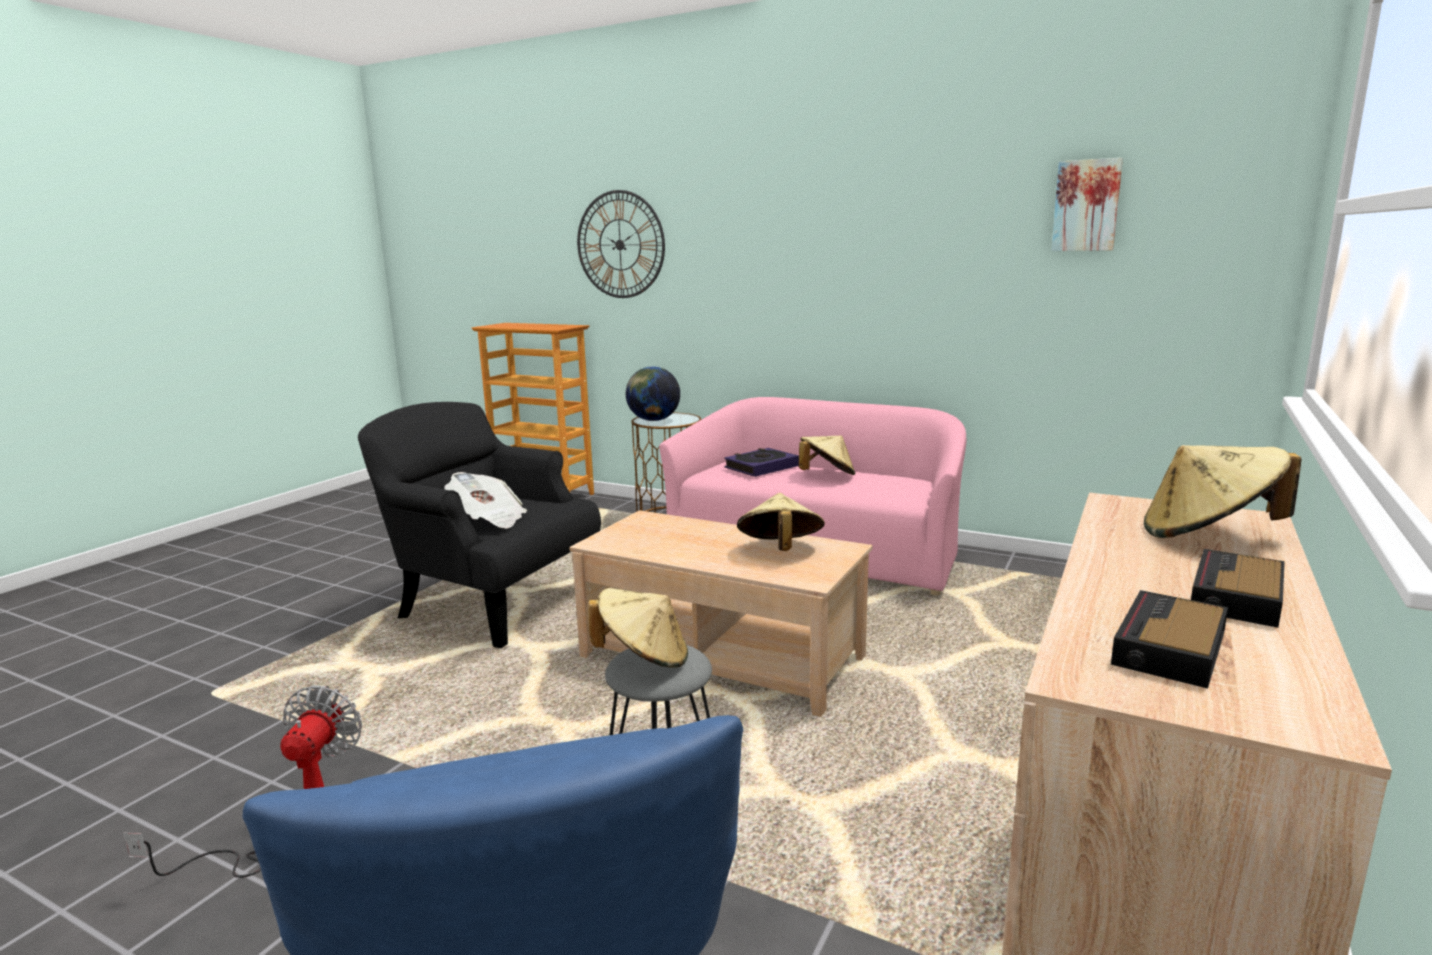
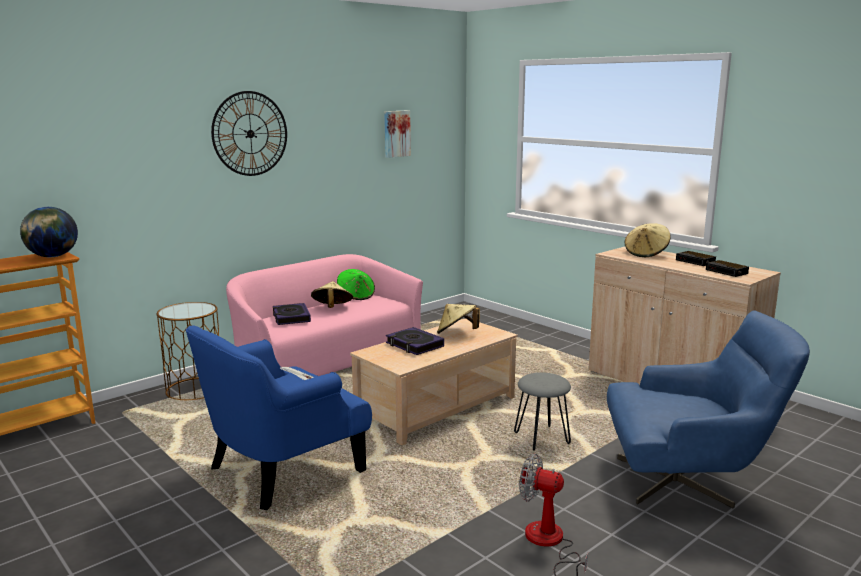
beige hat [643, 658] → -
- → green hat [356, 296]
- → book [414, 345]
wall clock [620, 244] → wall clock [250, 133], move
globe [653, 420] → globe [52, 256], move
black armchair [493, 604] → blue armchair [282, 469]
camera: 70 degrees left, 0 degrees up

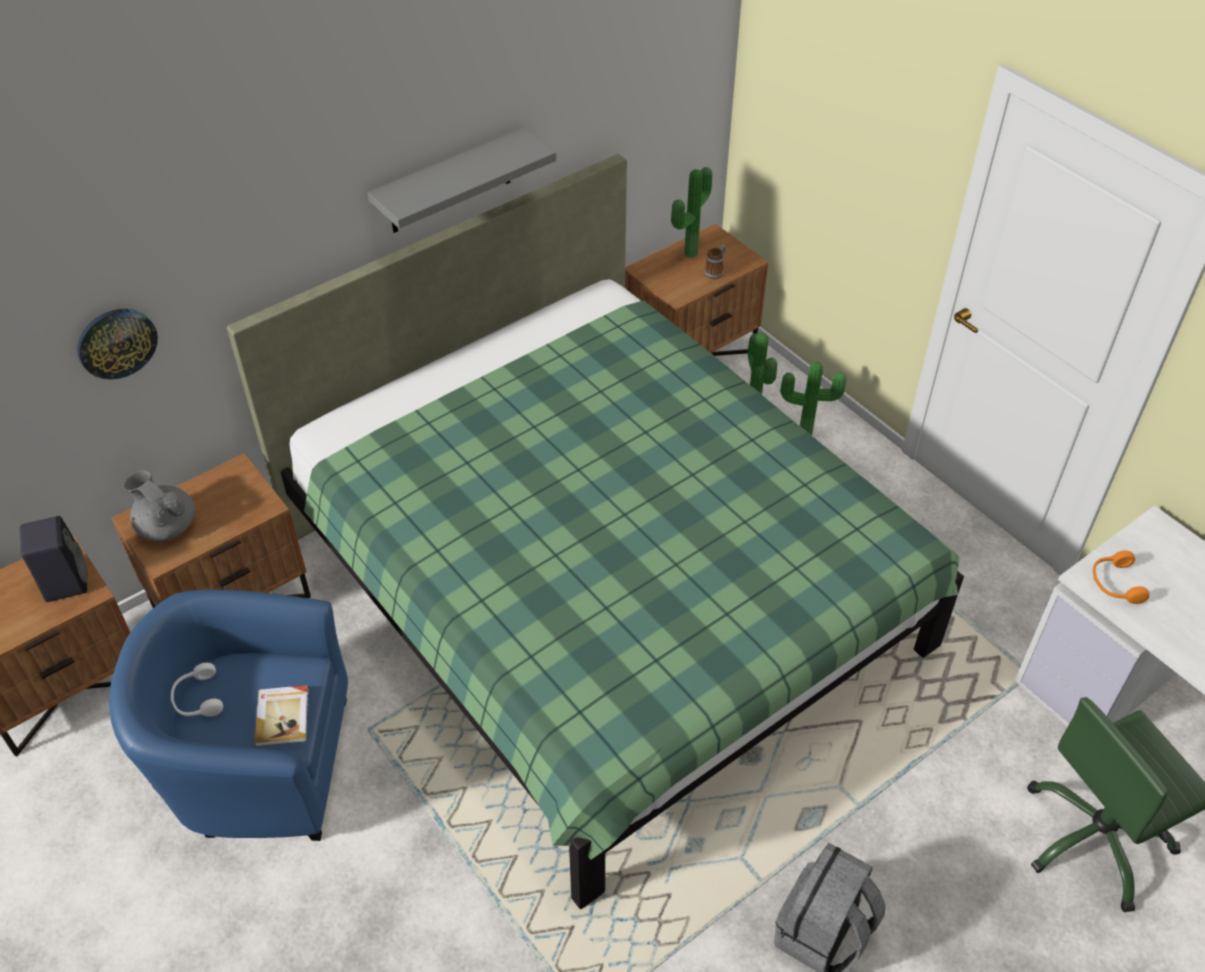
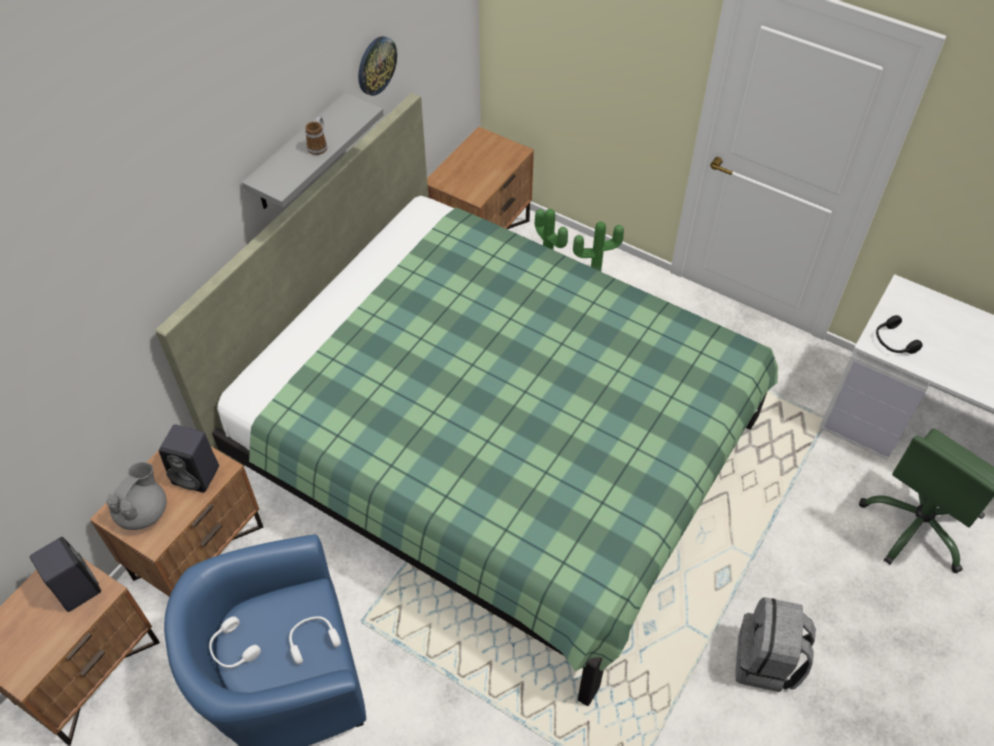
potted plant [688, 253] → -
- → black speaker [197, 475]
wall clock [116, 342] → wall clock [376, 65], move
mug [716, 271] → mug [319, 146], move
book [283, 716] → white headphones [313, 640]
orange headphones [1114, 583] → black headphones [893, 342]
grey teapot [167, 526] → grey teapot [143, 512], 90 degrees clockwise
camera: 20 degrees left, 5 degrees up

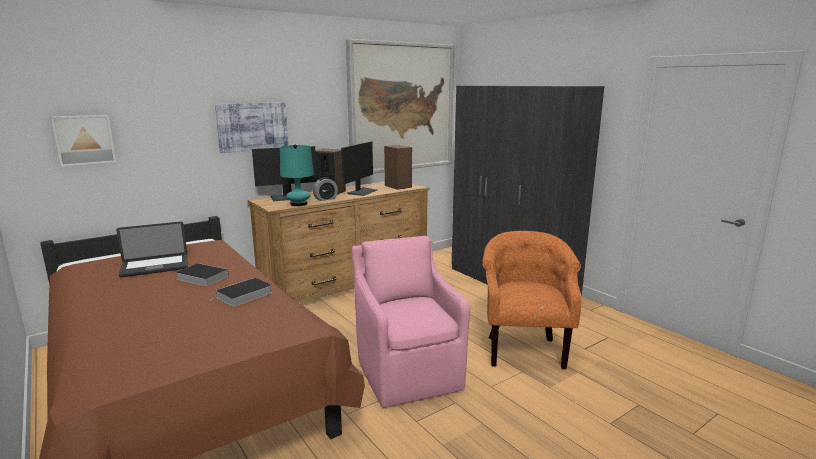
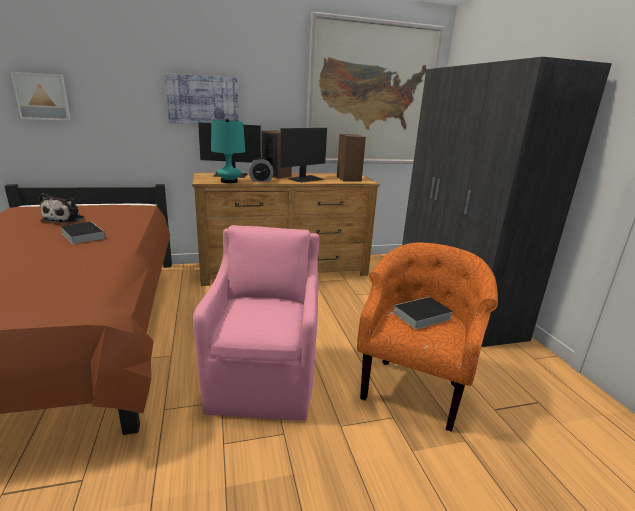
book [243, 295] → book [421, 316], move
laptop [155, 267] → plush toy [65, 219]
camera: 20 degrees right, 5 degrees up

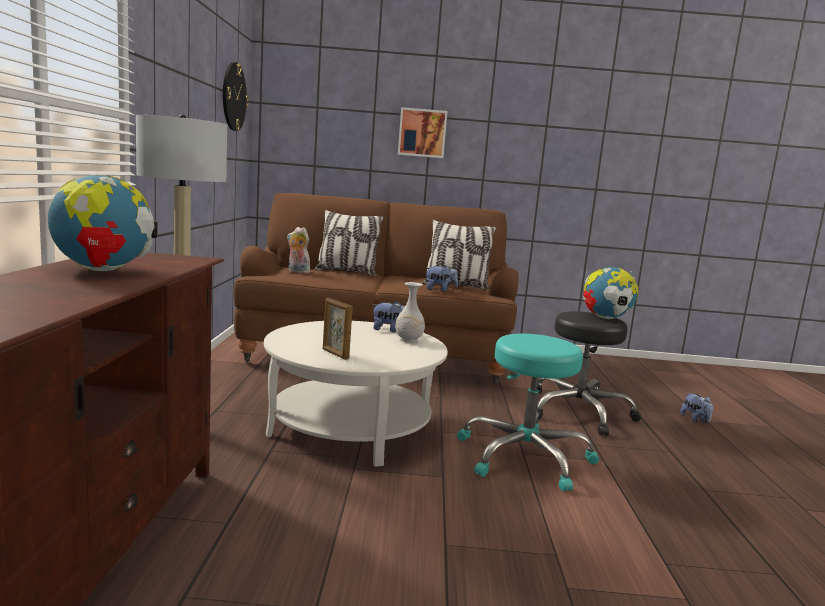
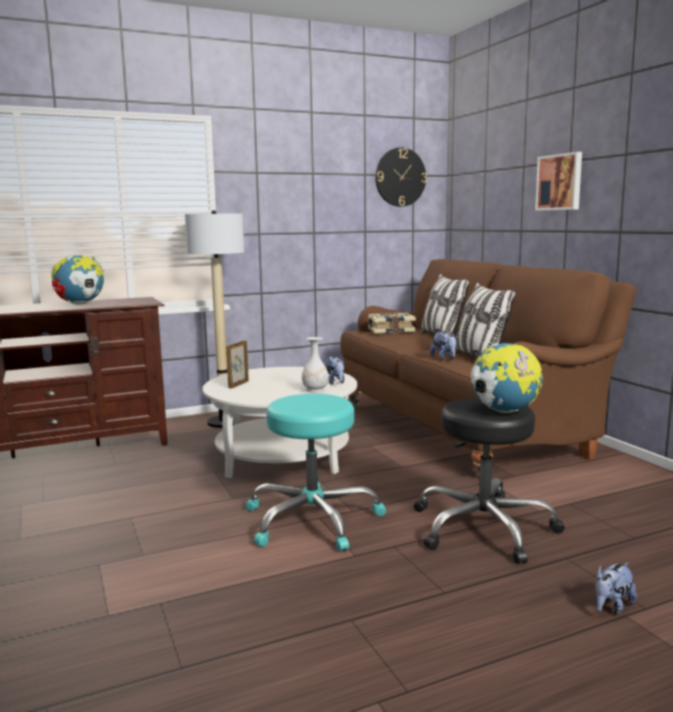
plush toy [297, 272] → book [391, 330]
camera: 65 degrees right, 0 degrees up

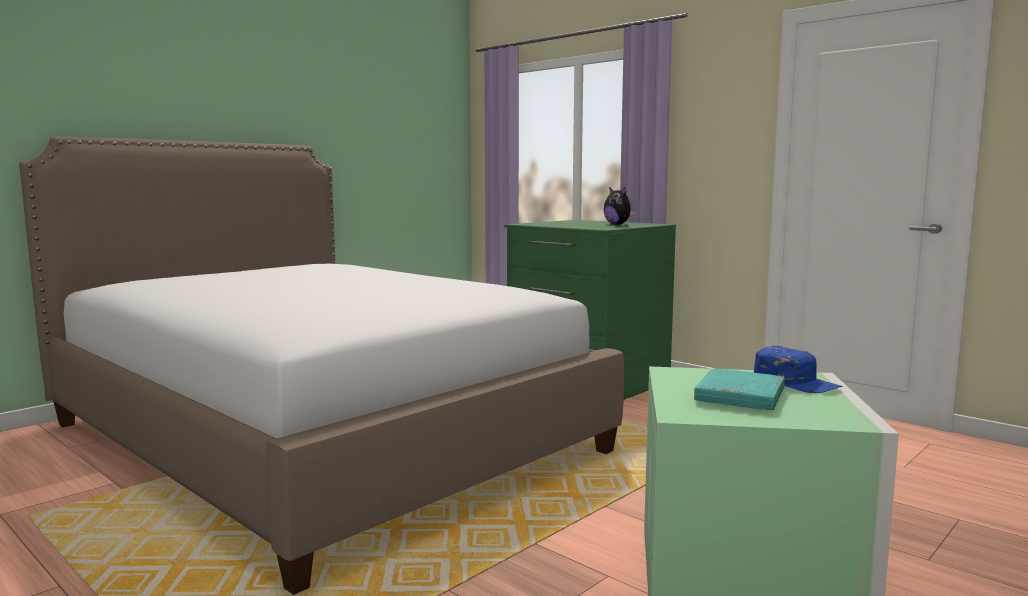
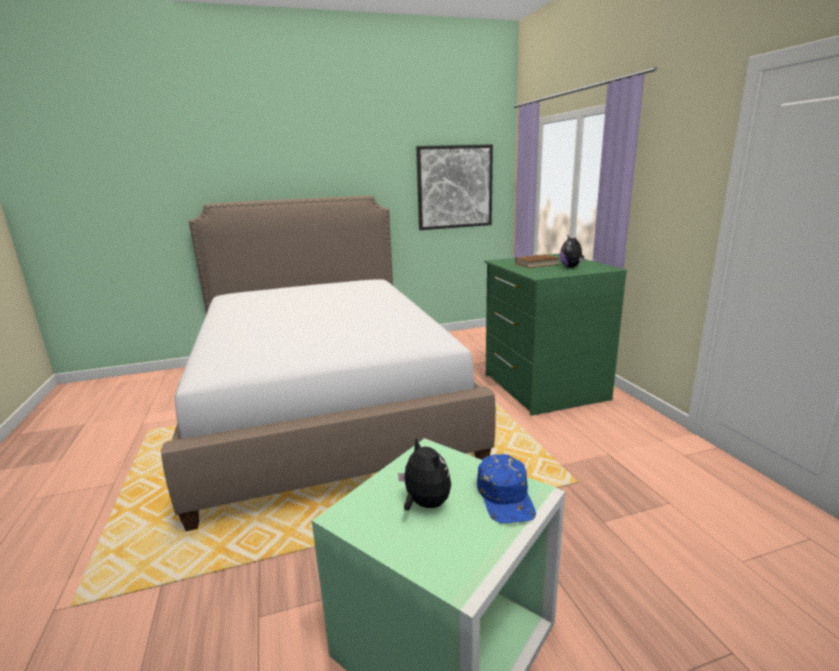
- → picture [454, 187]
- → brown book [536, 264]
turquoise book [739, 396] → plush toy [425, 504]
camera: 30 degrees right, 10 degrees up

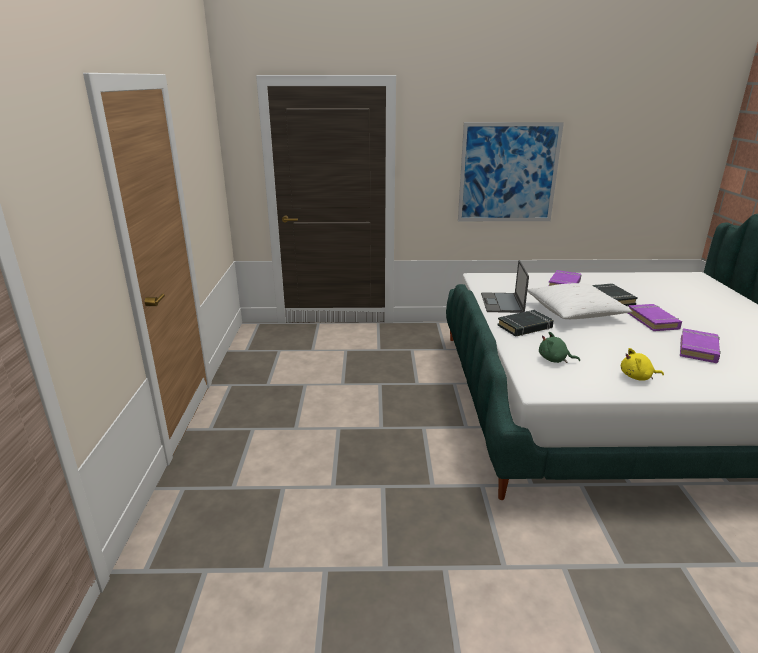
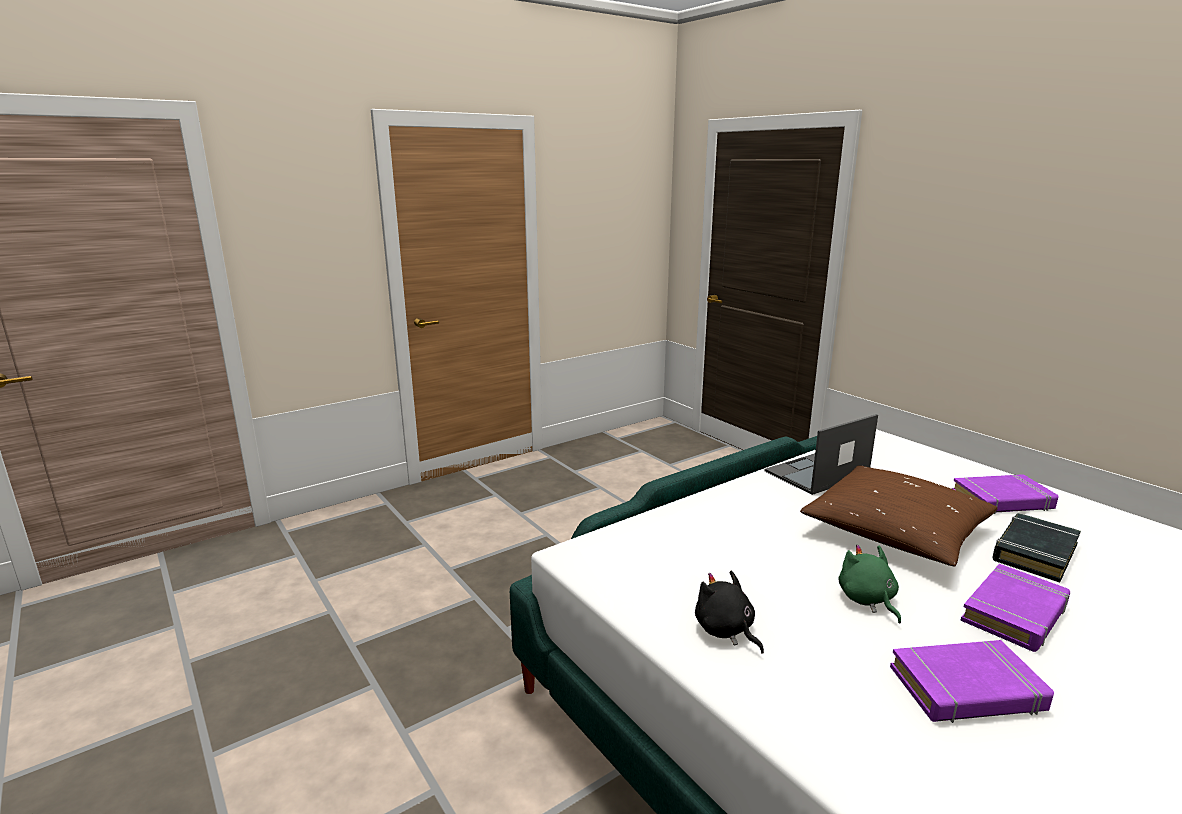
picture [508, 173] → -
black book [525, 327] → -
green plush toy [554, 360] → green plush toy [867, 600], move
white pillow [575, 312] → brown pillow [895, 531]
yellow plush toy [637, 377] → black plush toy [726, 630]
camera: 55 degrees right, 5 degrees down

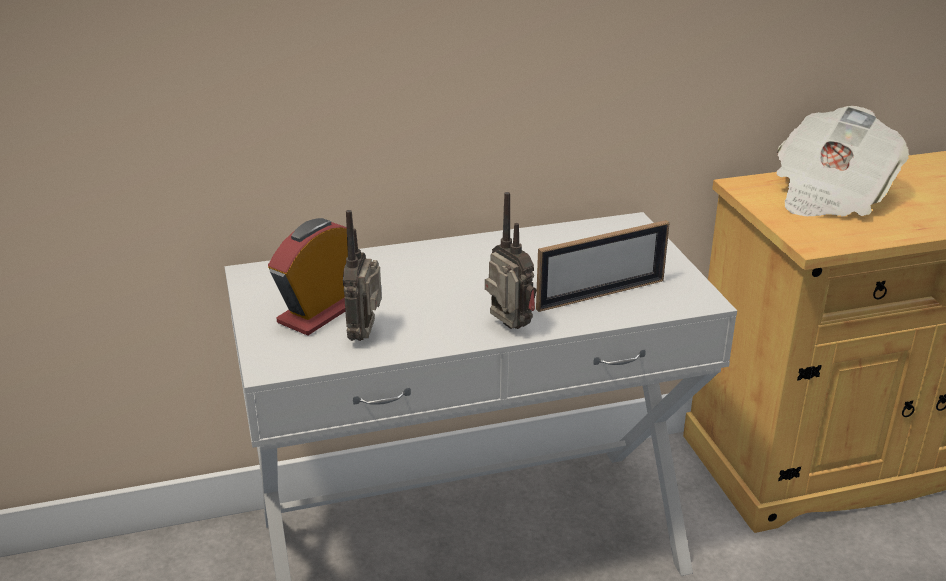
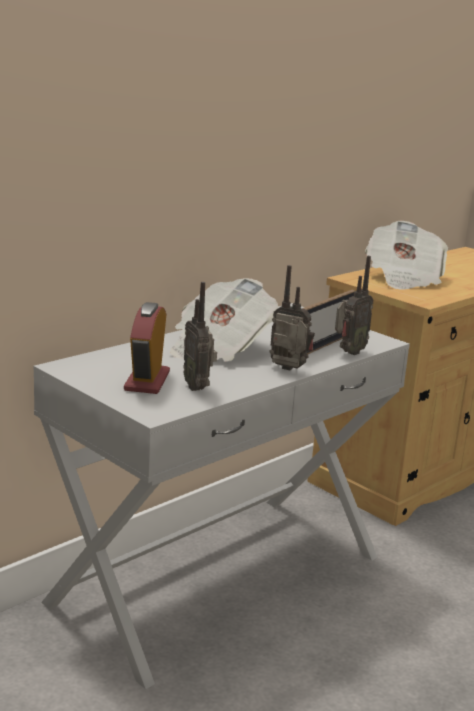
- → newspaper [219, 348]
- → radio [348, 352]
camera: 30 degrees left, 10 degrees down

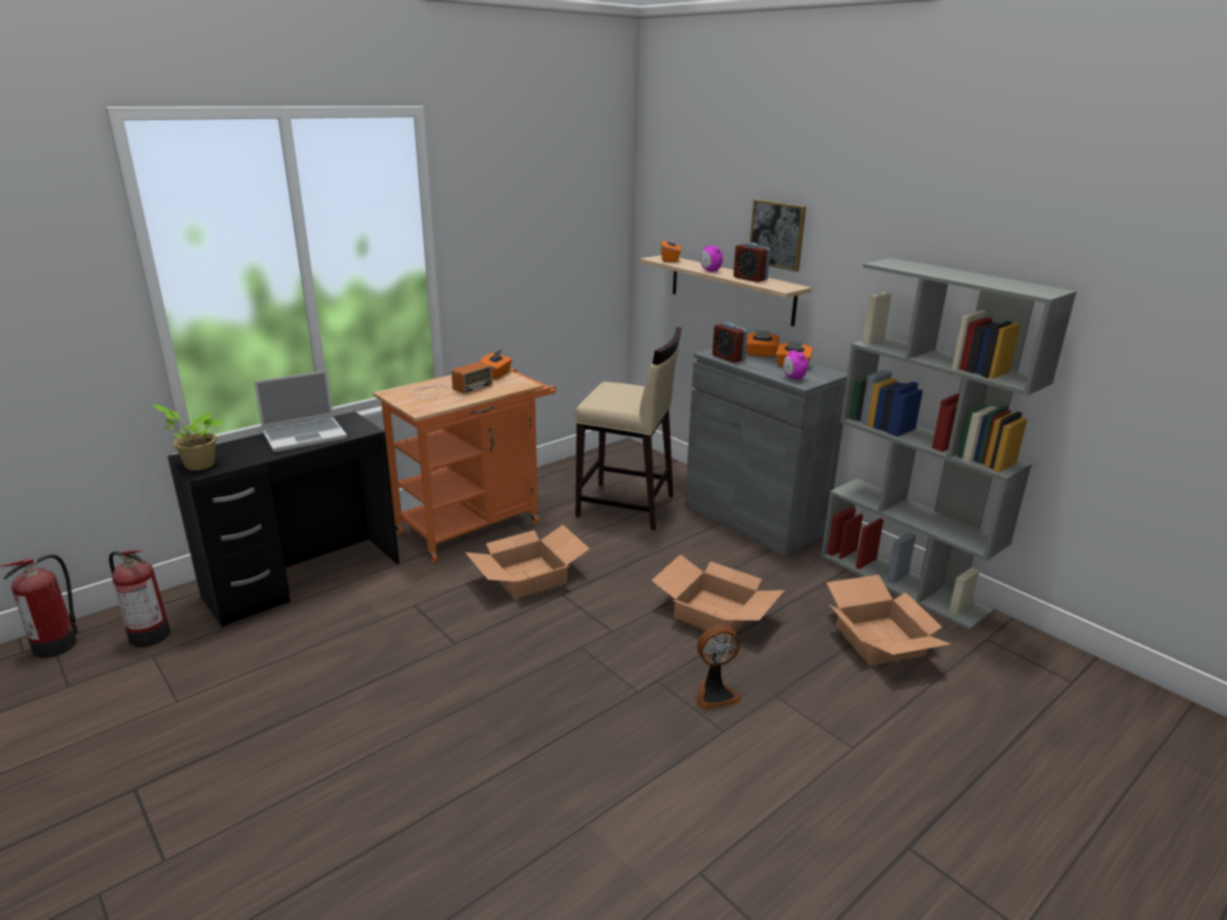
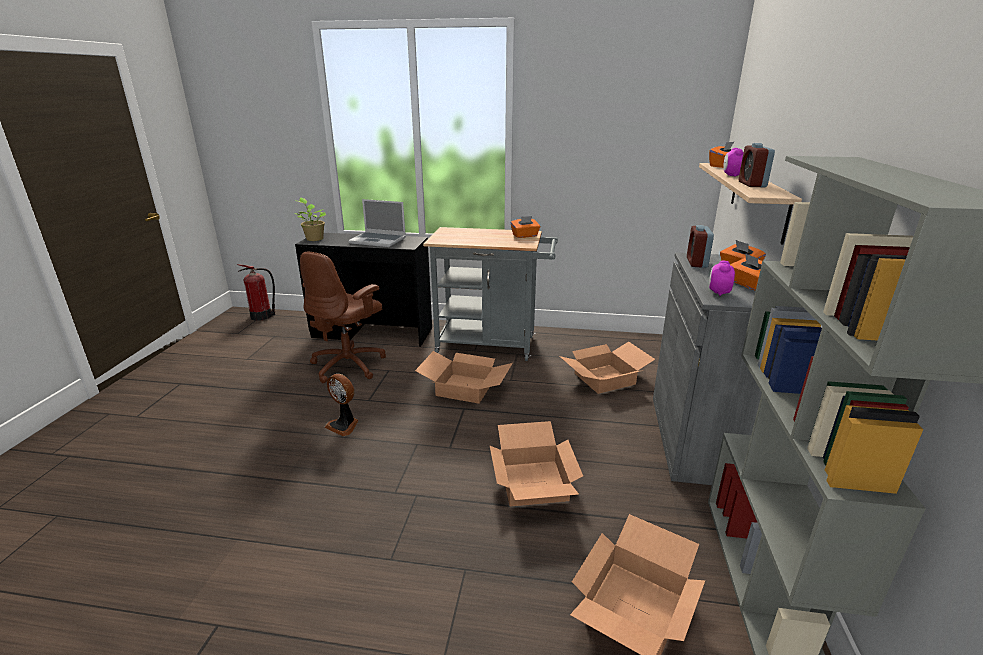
fire extinguisher [148, 635] → -
radio [448, 390] → -
picture [777, 234] → -
- → brown office chair [349, 365]
fan [715, 694] → fan [344, 425], move
beige stool [626, 506] → cardboard box [604, 379]
orange cart [476, 524] → grey cart [493, 345]
camera: 50 degrees right, 0 degrees up

